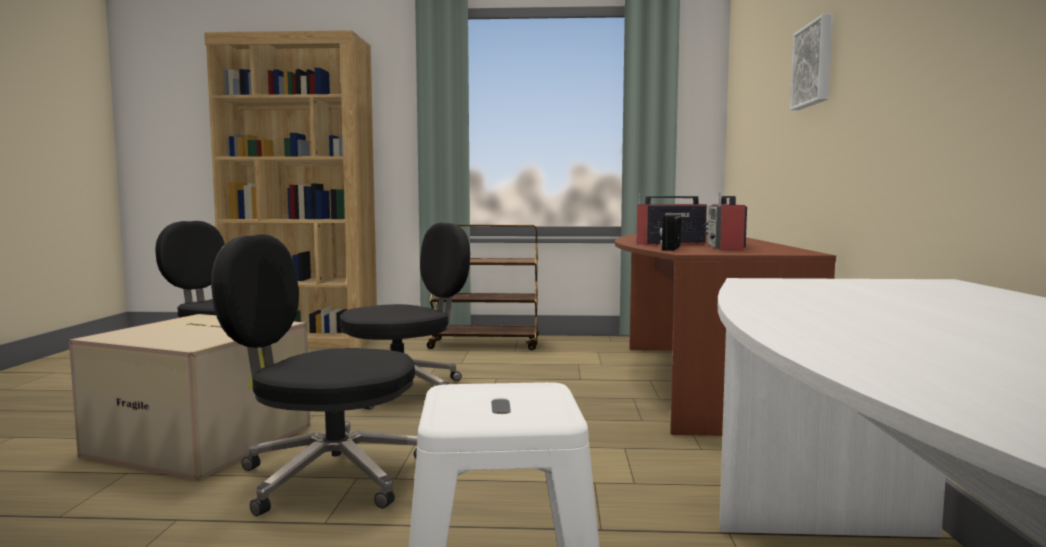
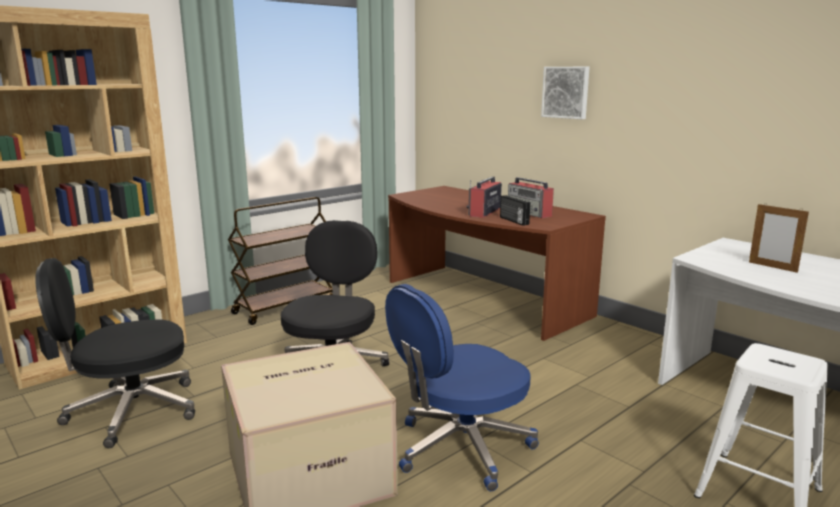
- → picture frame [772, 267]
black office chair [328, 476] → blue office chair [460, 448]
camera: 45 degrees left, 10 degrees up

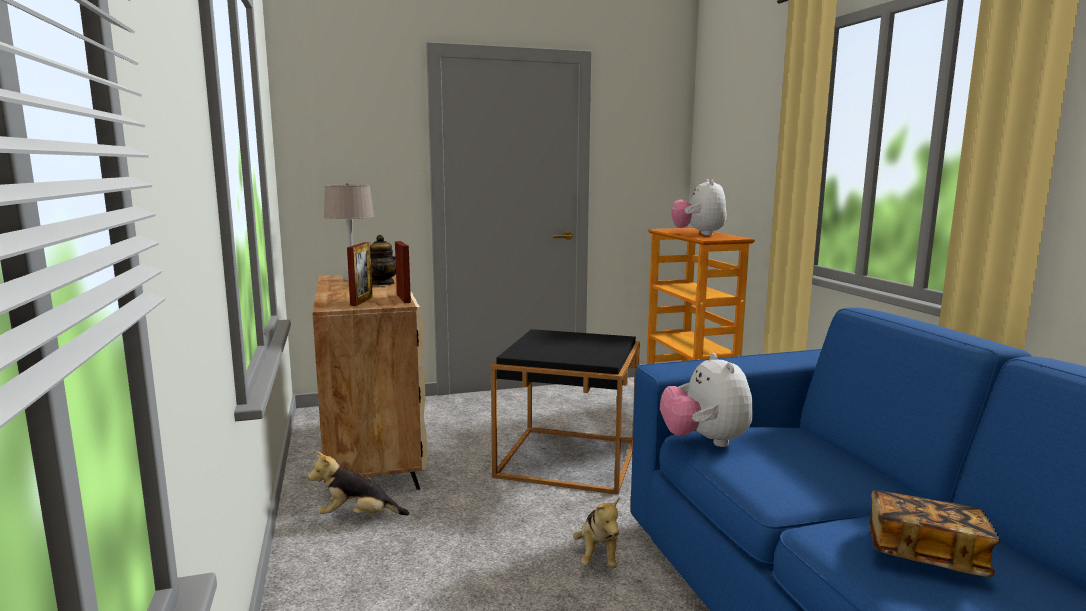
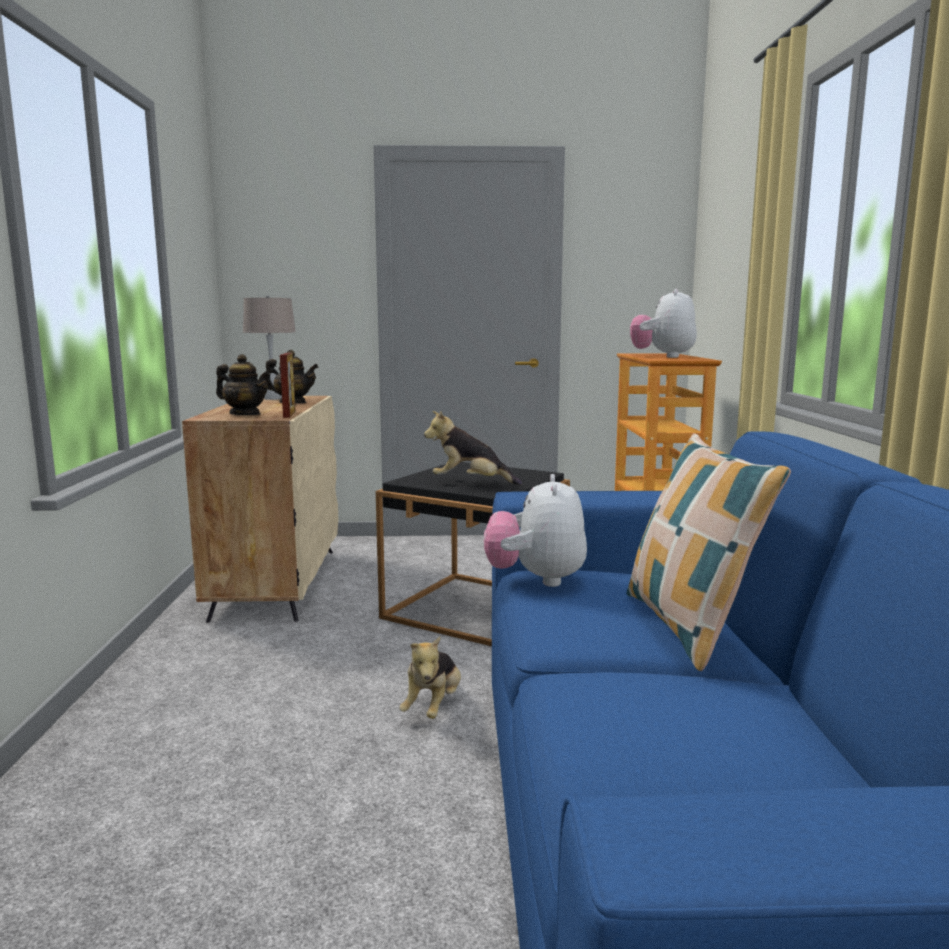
book [925, 554] → -
- → pillow [689, 627]
plush toy [358, 516] → plush toy [470, 483], move
picture frame [361, 301] → teapot [245, 414]
camera: 15 degrees right, 0 degrees up

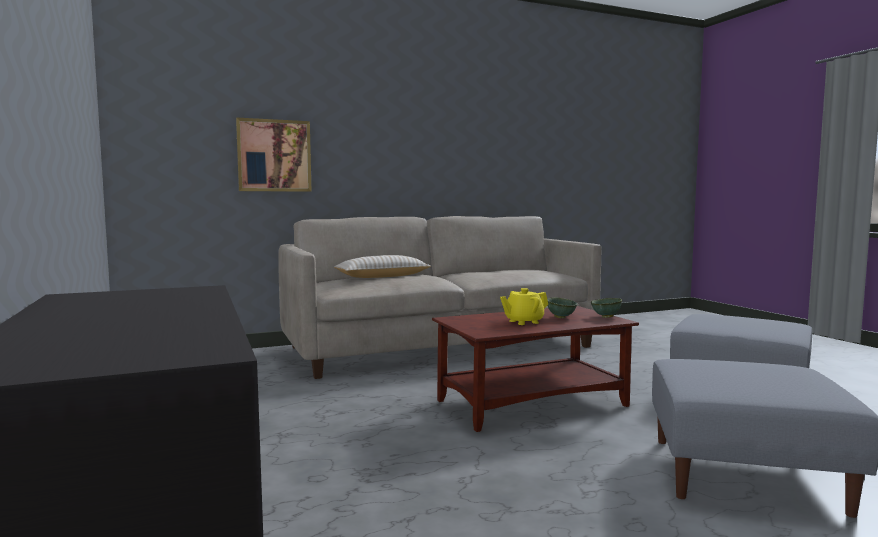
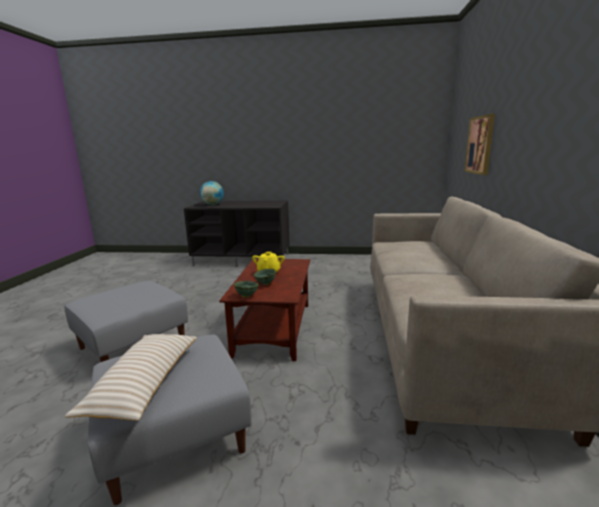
- → globe [212, 204]
beige pillow [382, 277] → beige pillow [144, 383], move
camera: 120 degrees right, 10 degrees up

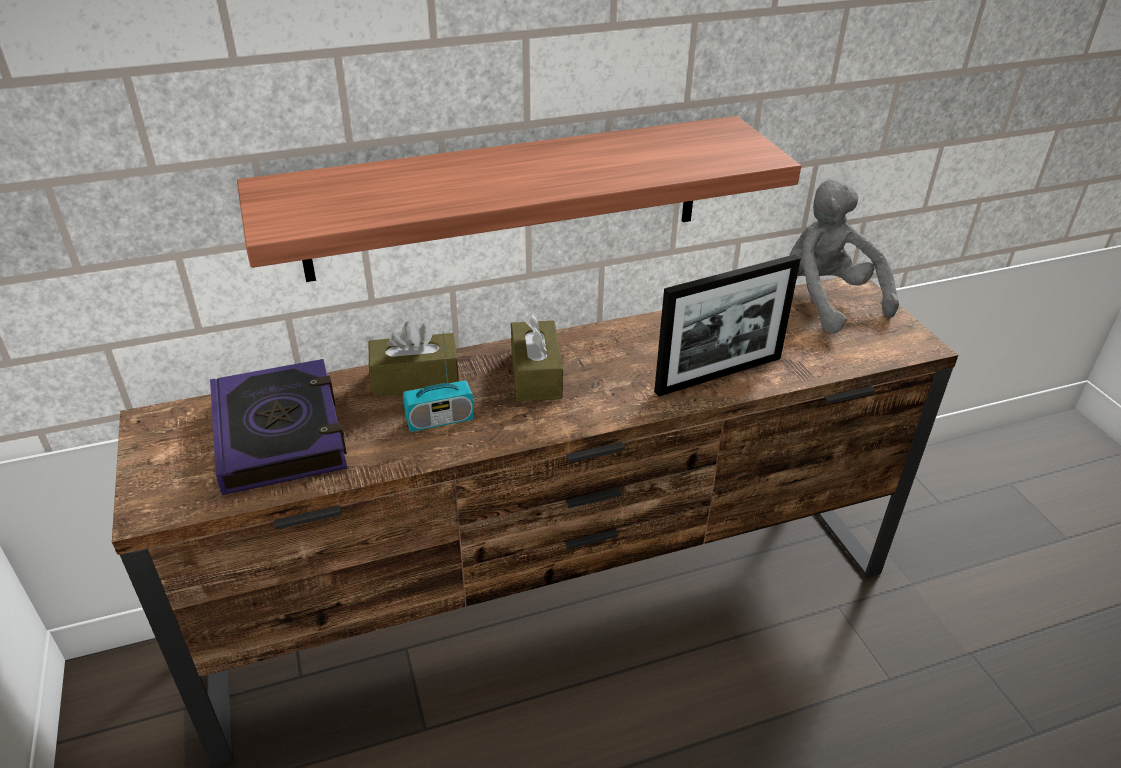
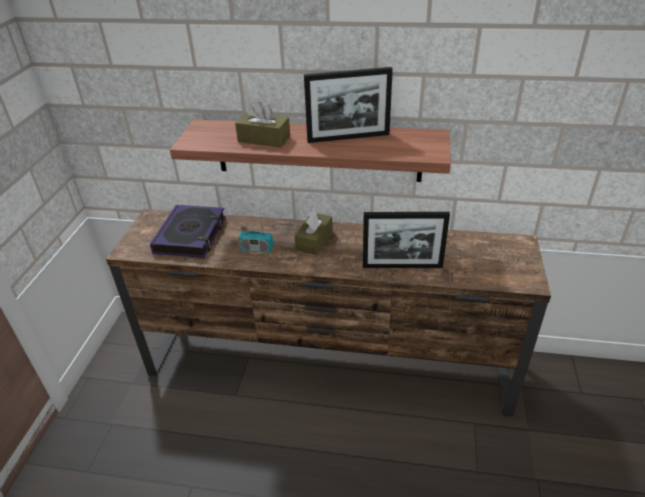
grey plush toy [823, 300] → -
- → picture frame [348, 137]
brown tissue box [415, 379] → brown tissue box [264, 139], move
camera: 30 degrees right, 0 degrees up

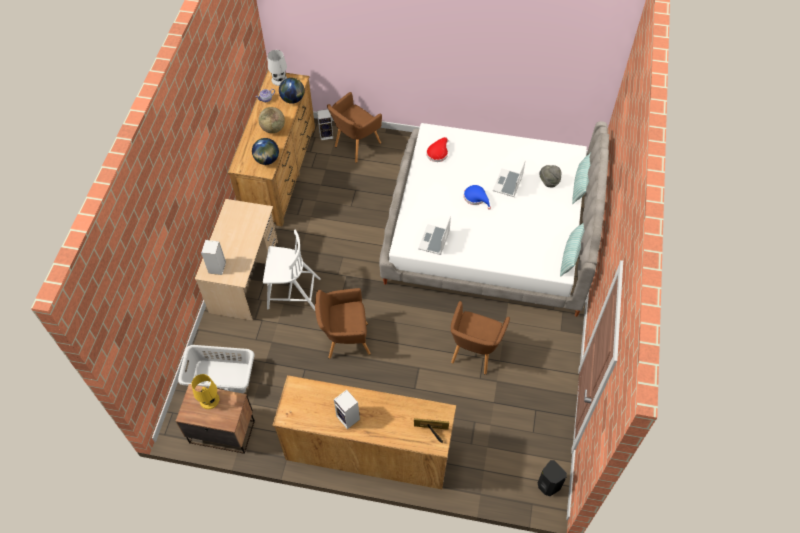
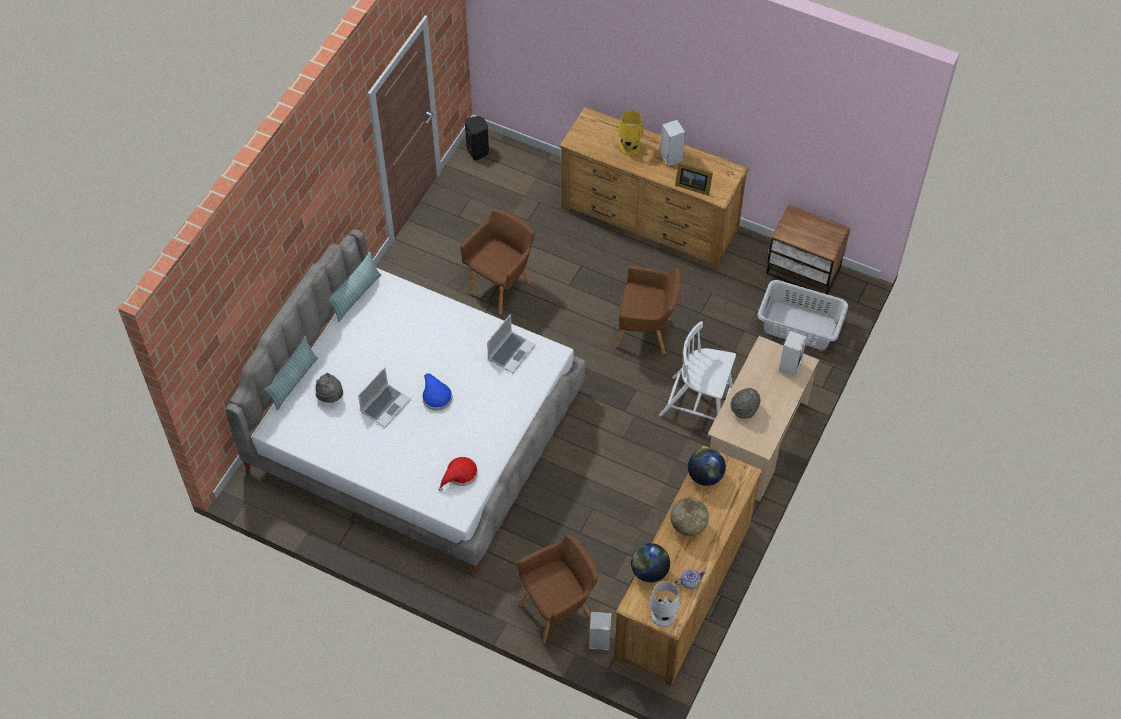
- → grey hat [744, 409]
yellow table lamp [209, 400] → yellow table lamp [629, 147], move
picture frame [431, 431] → picture frame [692, 186], move
camera: 165 degrees left, 0 degrees up

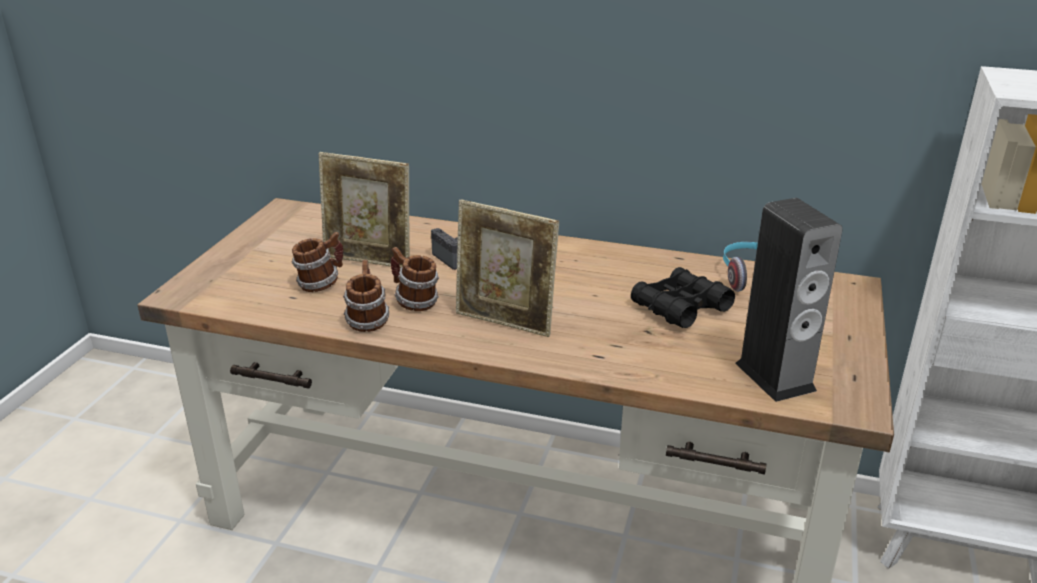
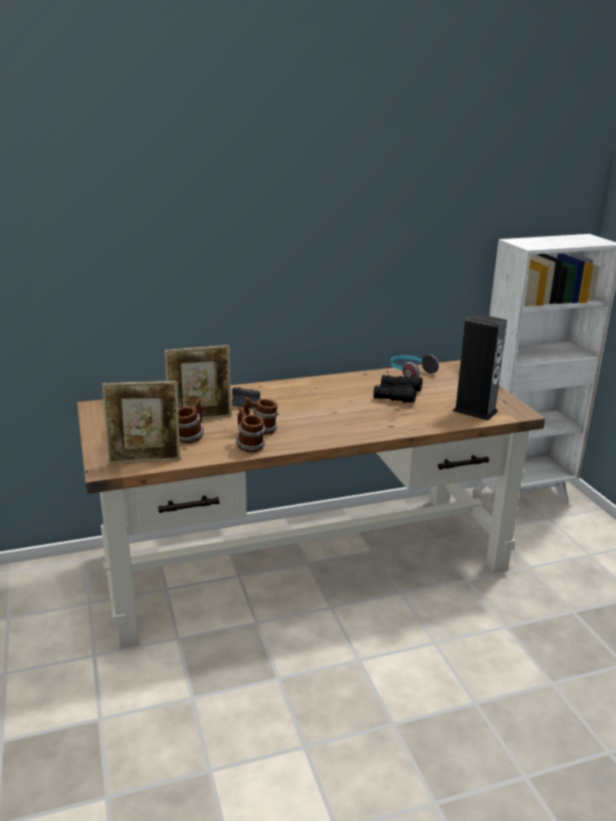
picture frame [505, 322] → picture frame [145, 460], move
camera: 35 degrees left, 5 degrees down

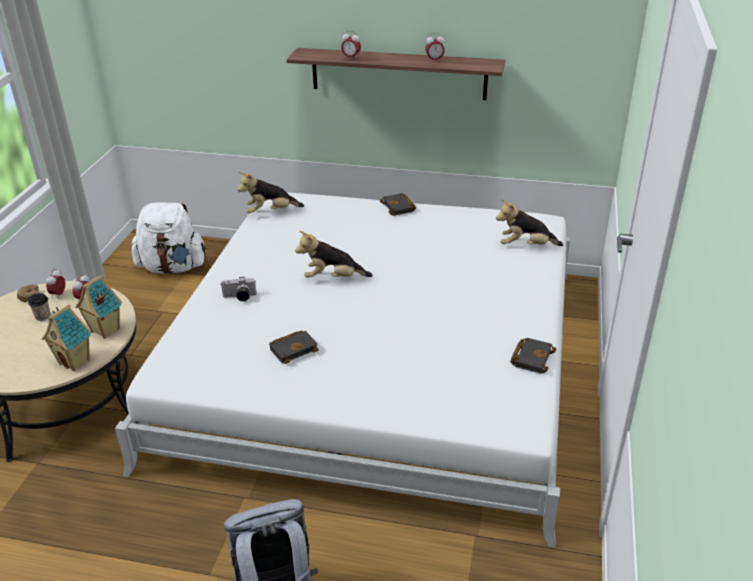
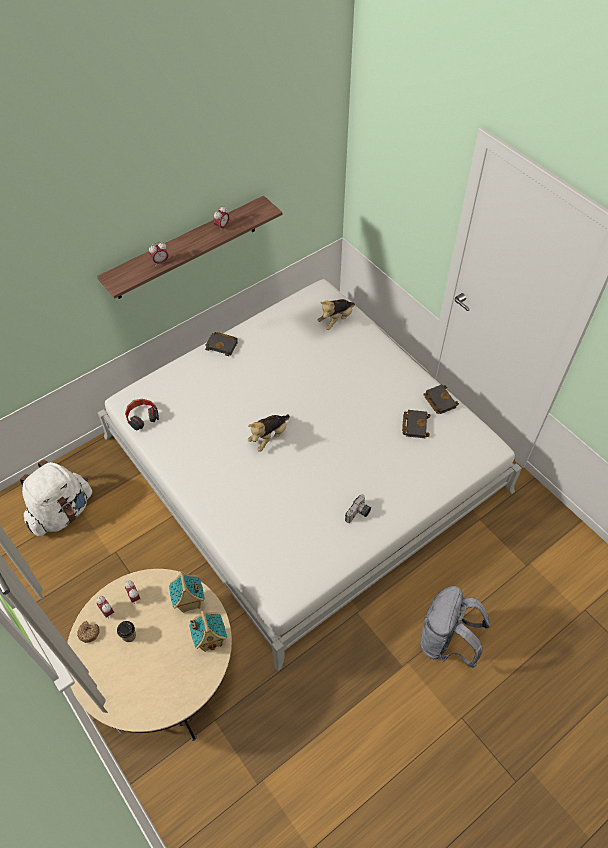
photo camera [239, 297] → photo camera [358, 514], move
black book [294, 348] → black book [414, 425], move
plush toy [270, 212] → headphones [142, 417]
camera: 50 degrees left, 20 degrees up

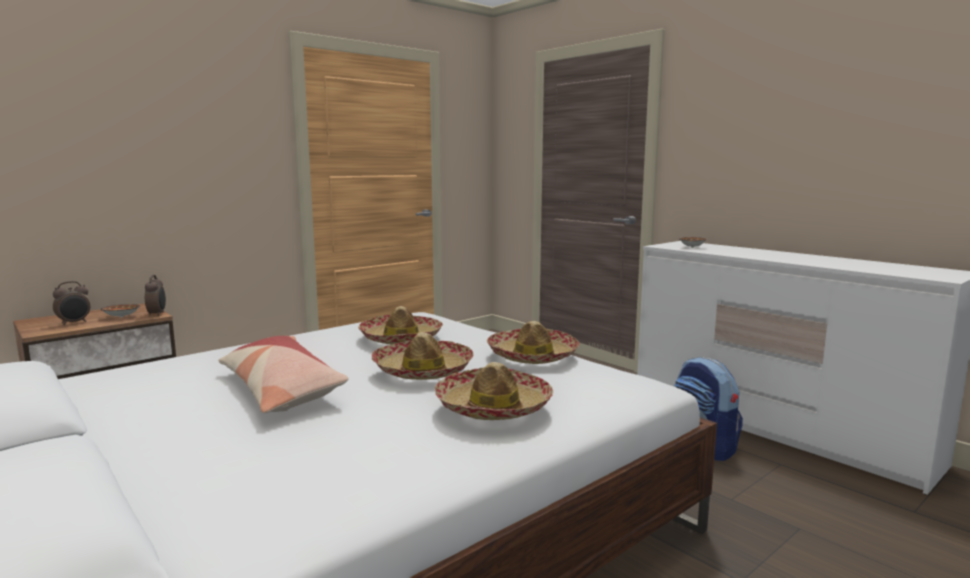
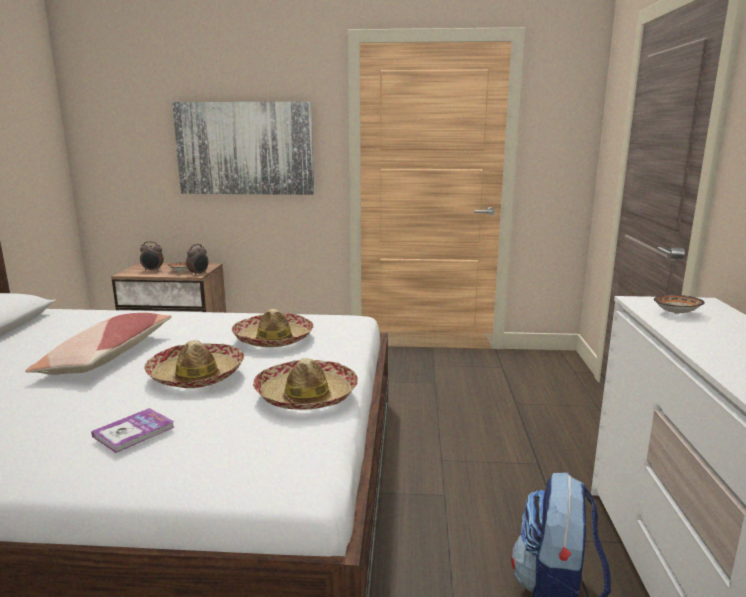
- → picture [245, 148]
hat [494, 407] → book [134, 432]
camera: 45 degrees right, 5 degrees up

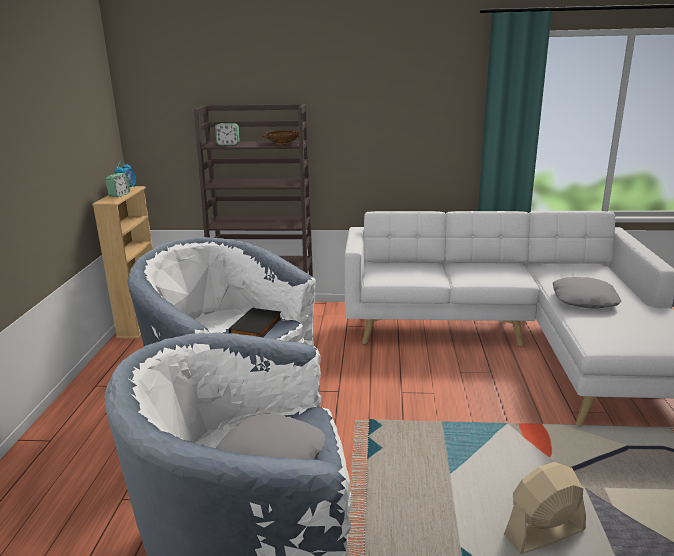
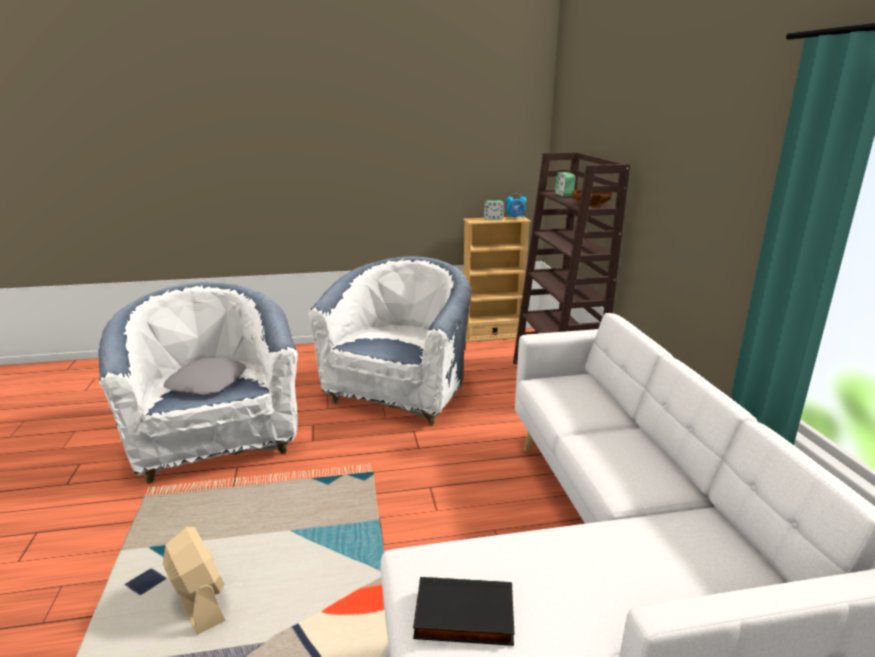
grey pillow [583, 299] → -
black book [257, 327] → black book [463, 617], move
camera: 75 degrees right, 0 degrees up

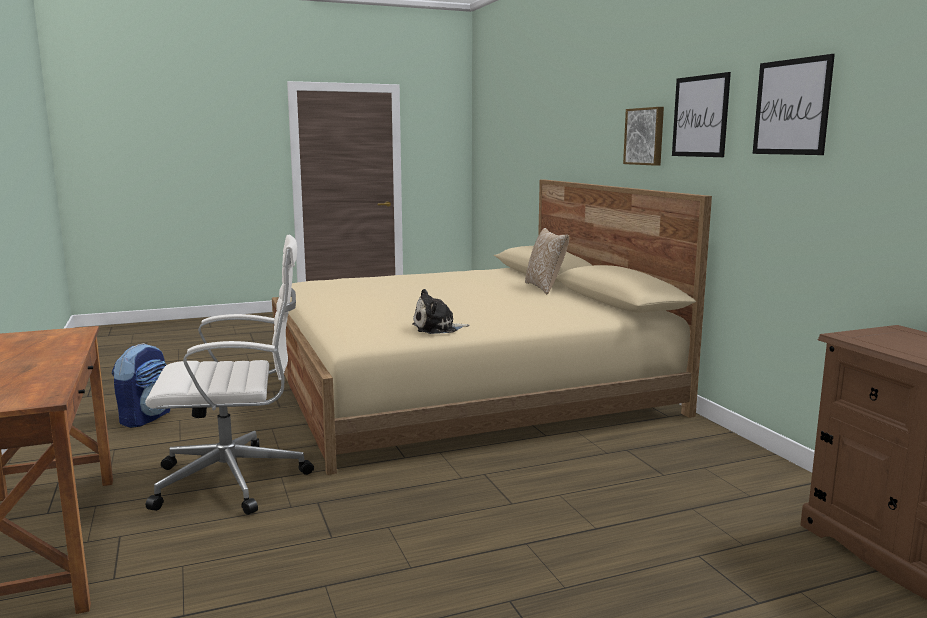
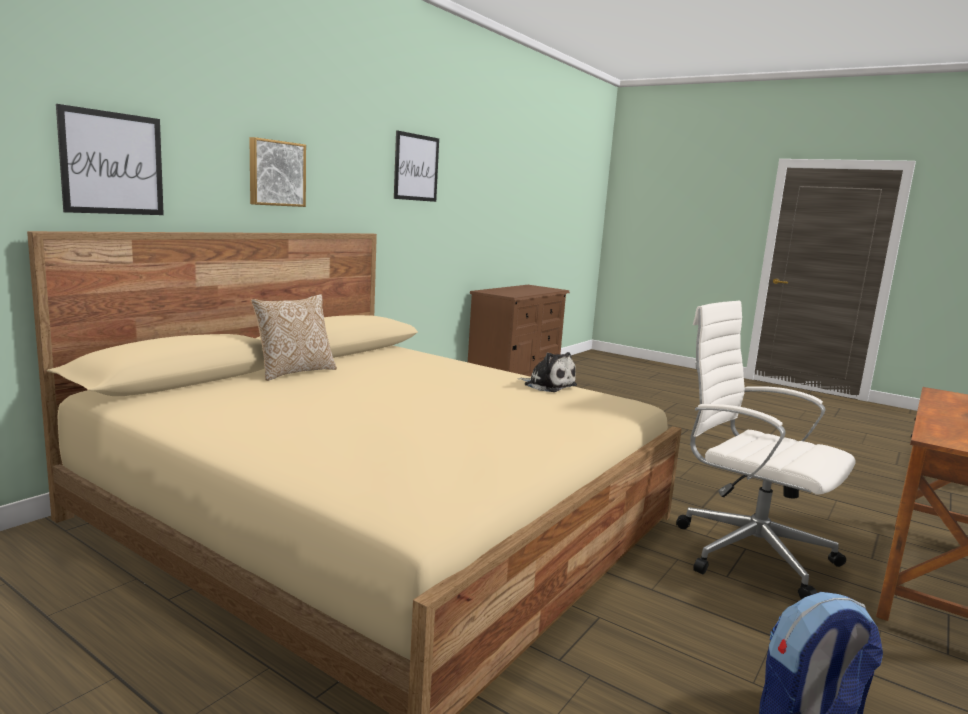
picture [700, 116] → picture [112, 163], move
camera: 125 degrees left, 0 degrees up

